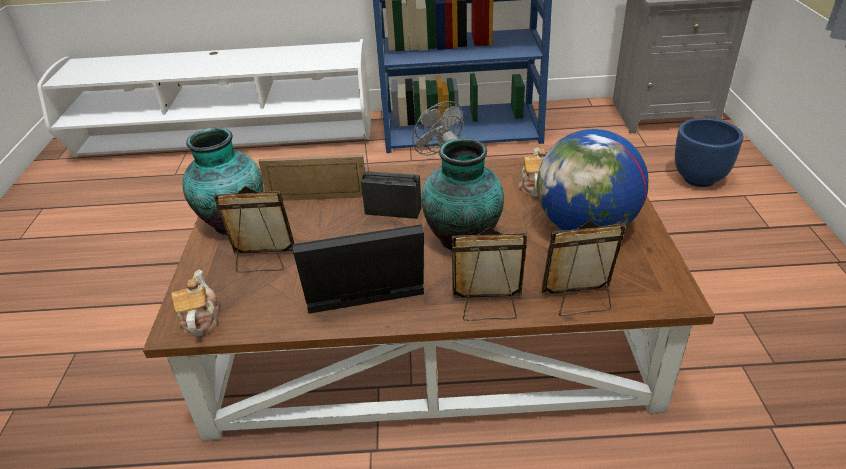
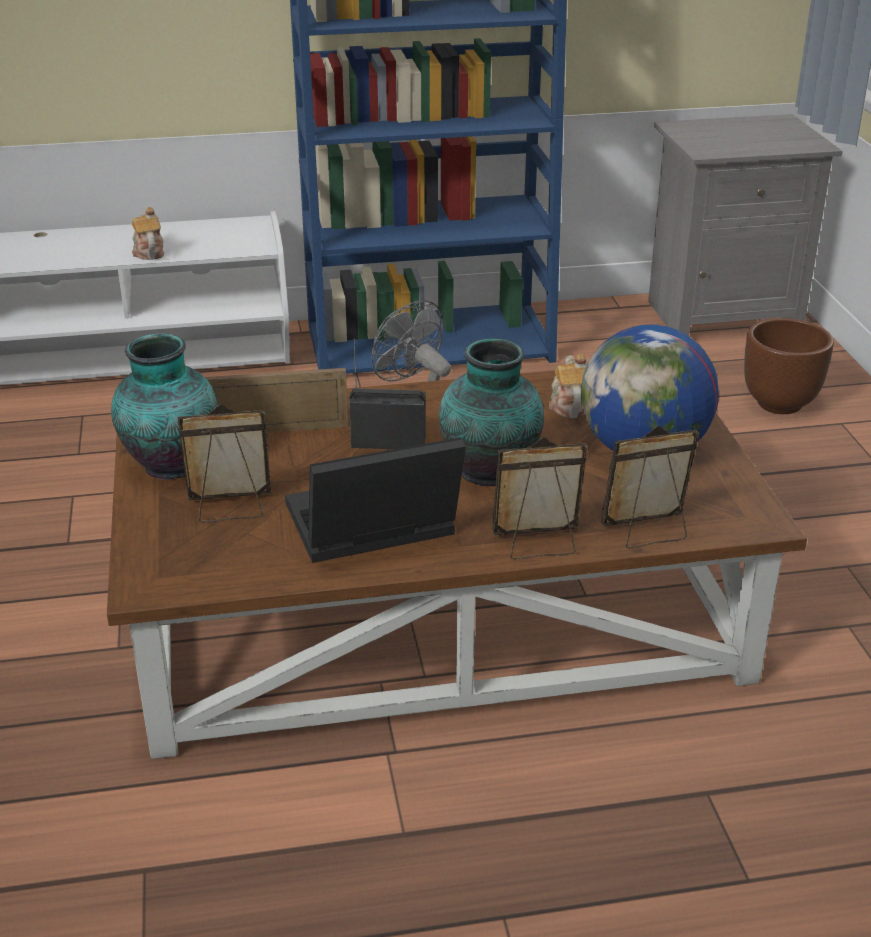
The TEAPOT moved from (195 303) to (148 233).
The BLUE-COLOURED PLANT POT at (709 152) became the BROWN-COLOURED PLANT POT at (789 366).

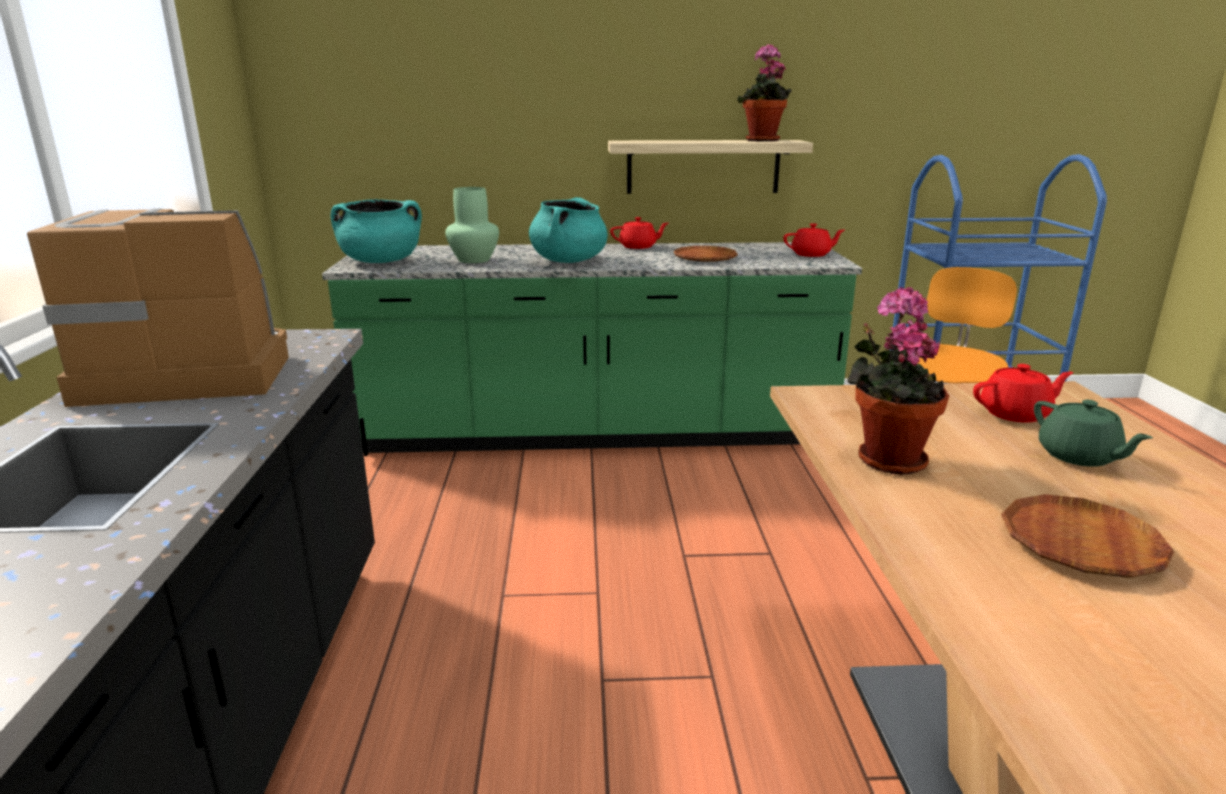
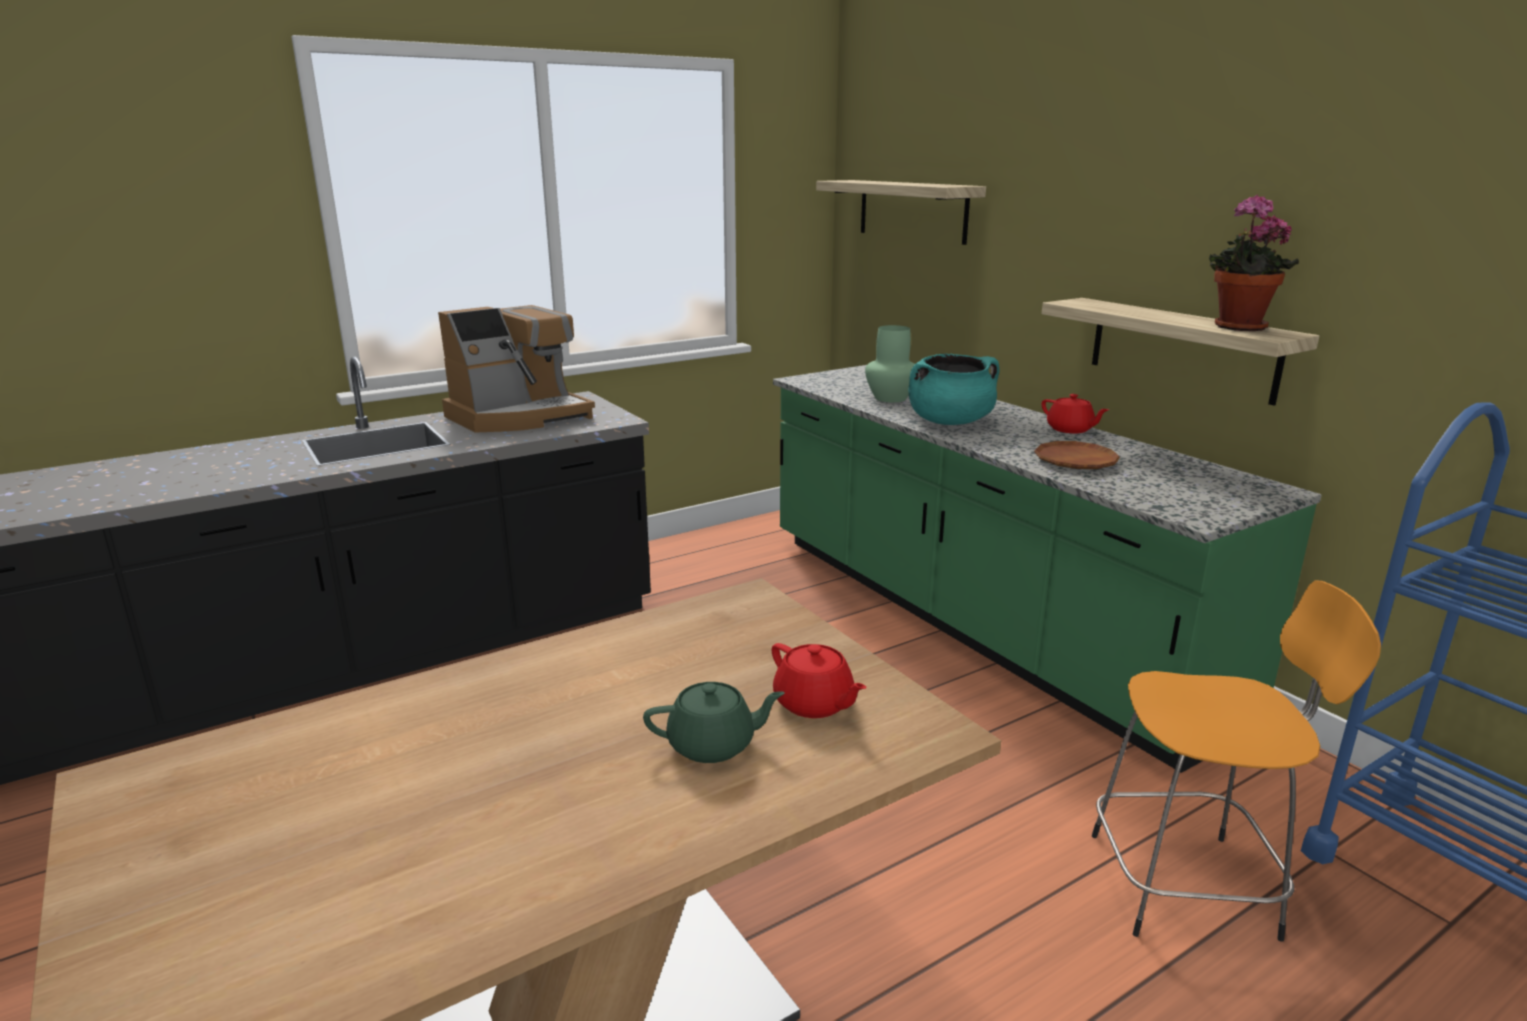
The COFFEE BREWER at (158 307) turned 90 degrees clockwise.
The GREENISH TEAPOT at (1093 433) turned 135 degrees counterclockwise.
The SHELF at (901 212) appeared.
The TURQUOISE SAUCEPOT at (376 231) disappeared.
The REDDISH TEAPOT at (814 240) disappeared.
The HOUSEPLANT at (898 381) disappeared.
The BROWN-COLOURED FLAT DISH at (1087 536) disappeared.

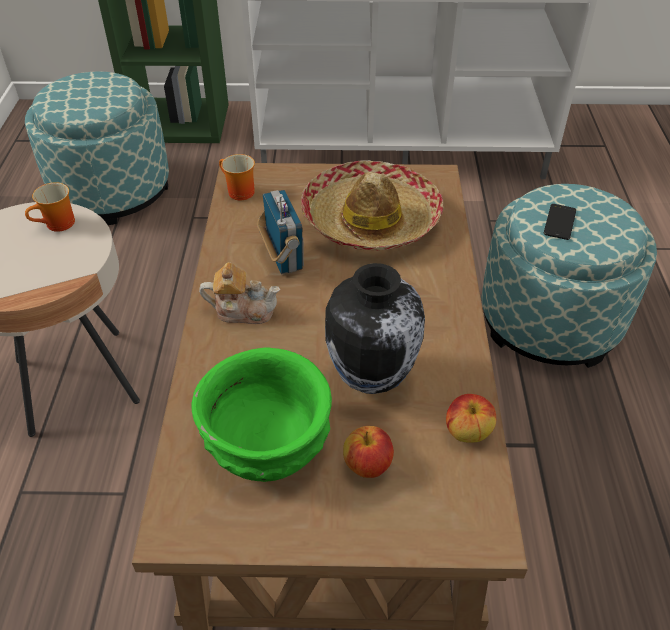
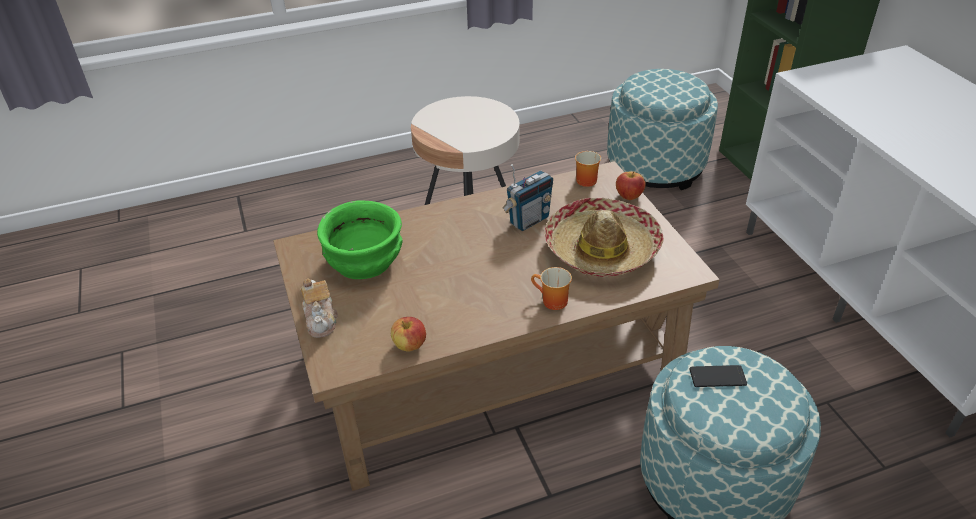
The TEAPOT moved from (239 293) to (319 308).
The MUG moved from (50 207) to (551 288).
The WHOLE APPLE moved from (368 452) to (631 186).
The VASE at (375 328) disappeared.

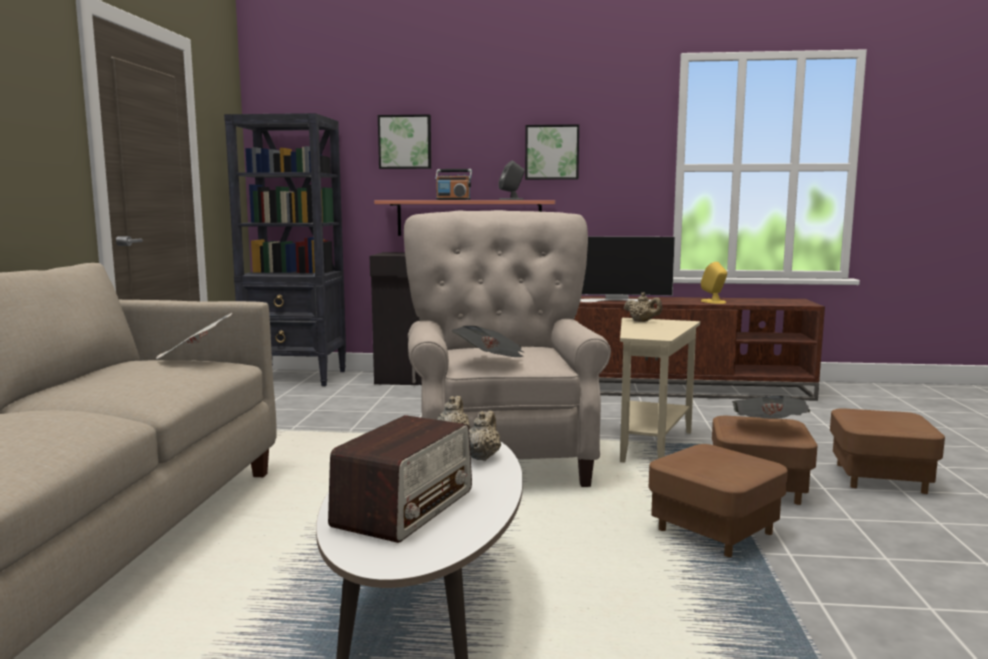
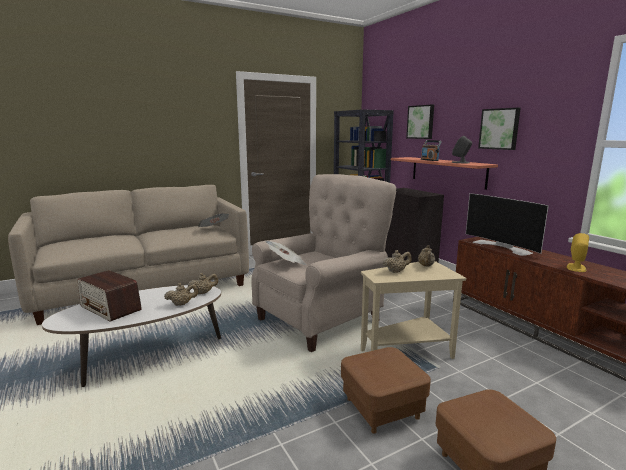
The RADIO RECEIVER at (400 479) turned 45 degrees clockwise.
The BEIGE-COLOURED TEAPOT at (397 261) appeared.
The BROWN-COLOURED POUFFE at (718 500) disappeared.
The DAILY PAPER at (771 407) disappeared.

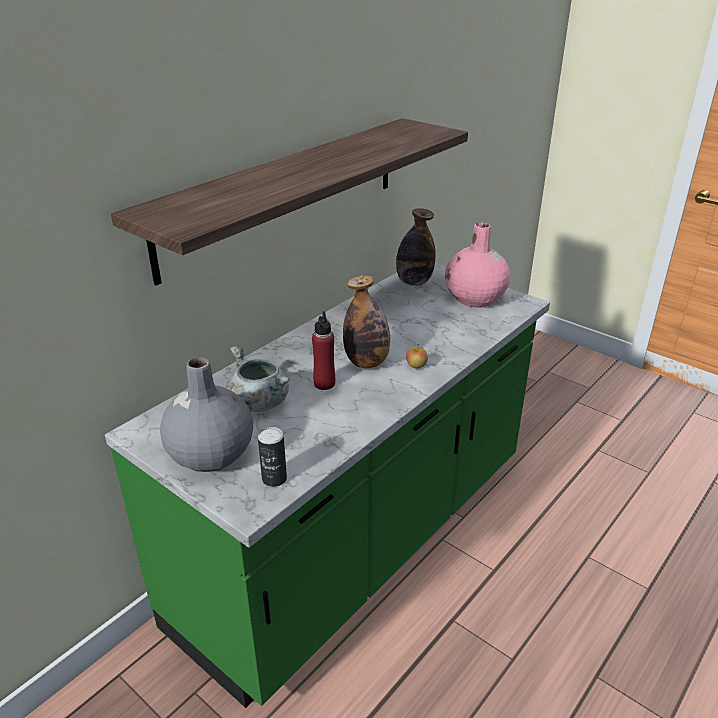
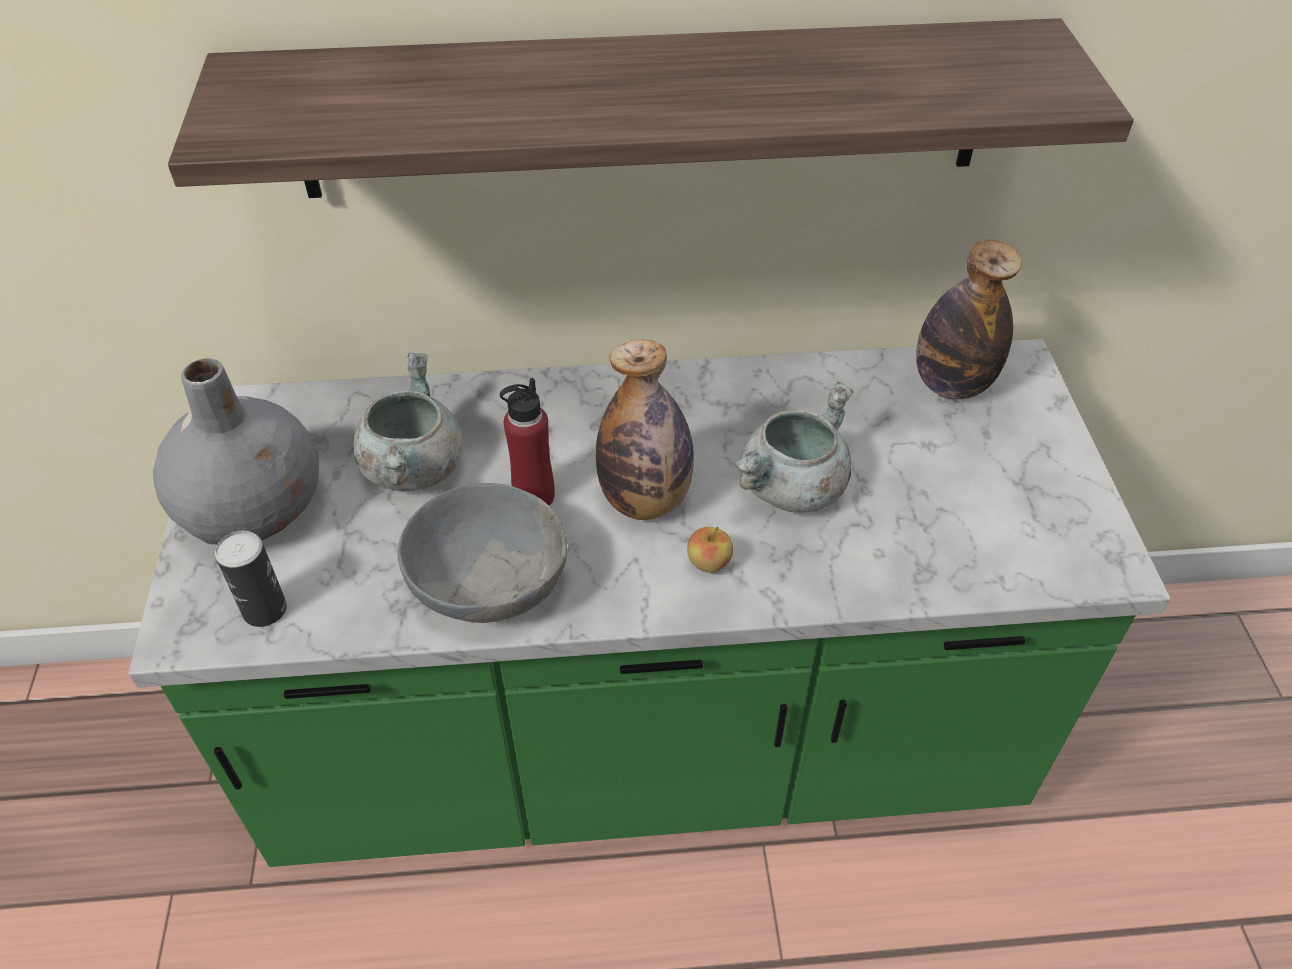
The GRAY BOWL at (482 553) appeared.
The GRAY SAUCEPOT at (794 447) appeared.
The PINK VASE at (477 265) disappeared.

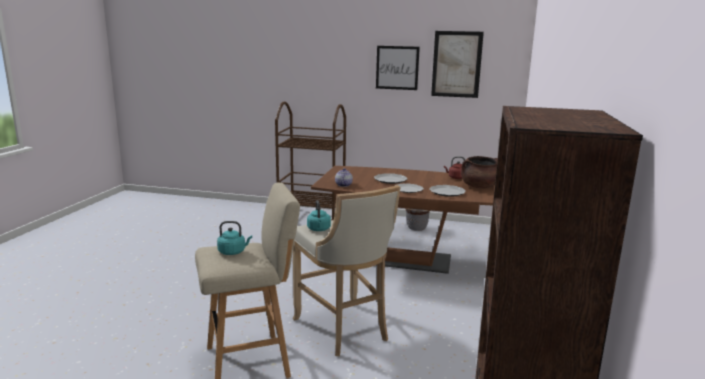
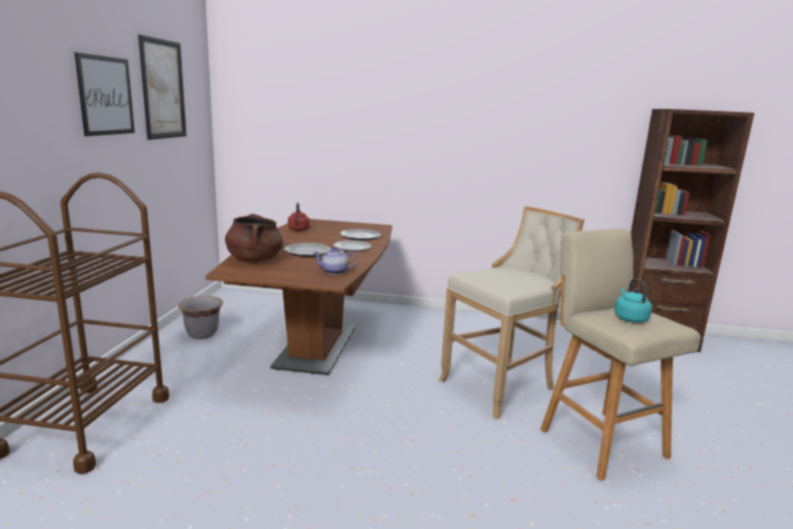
The BROWN-COLOURED SAUCEPOT moved from (479 172) to (254 238).
The TURQUOISE KETTLE at (319 215) disappeared.

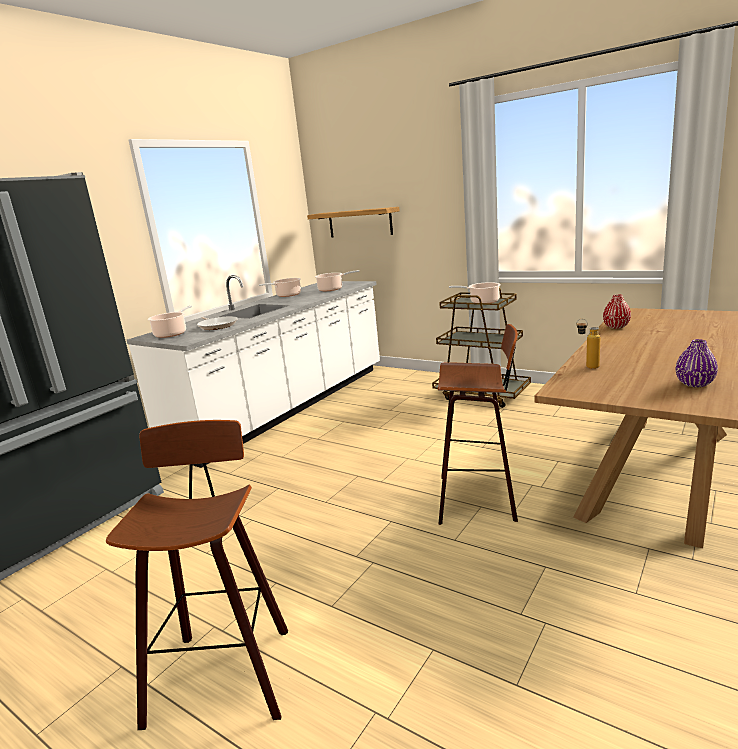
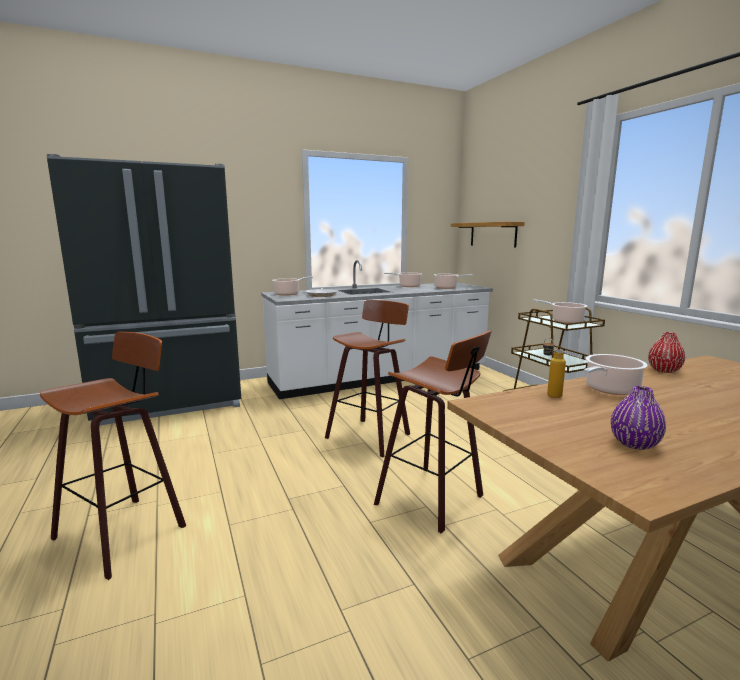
The STOOL at (367 379) appeared.
The SAUCEPOT at (616 374) appeared.

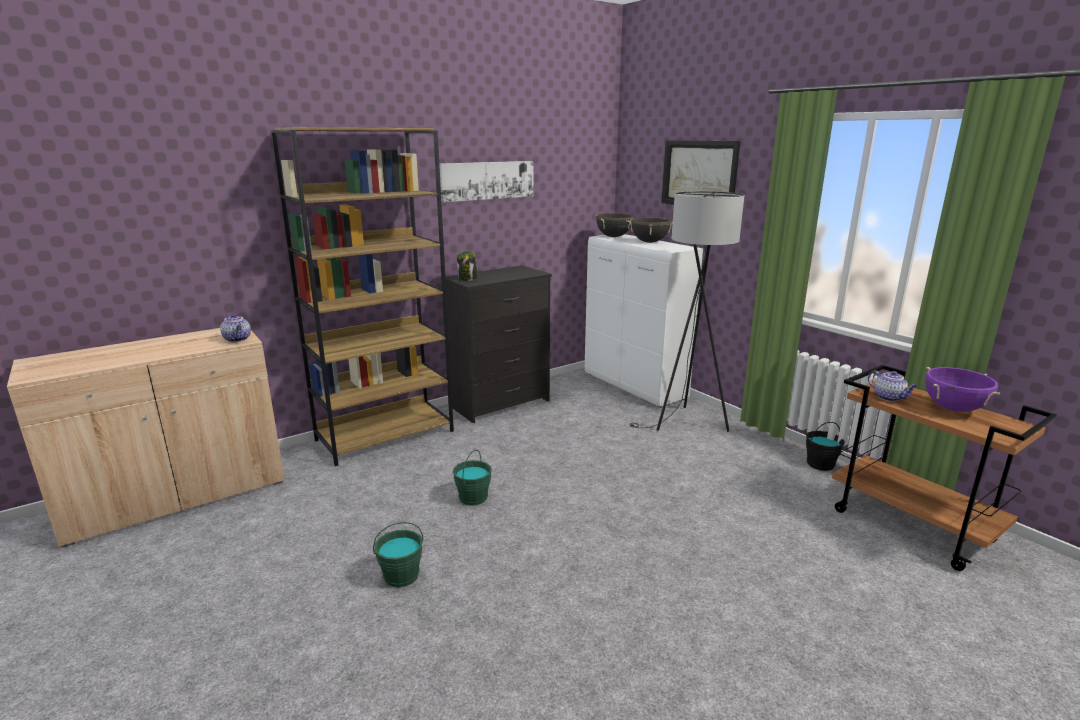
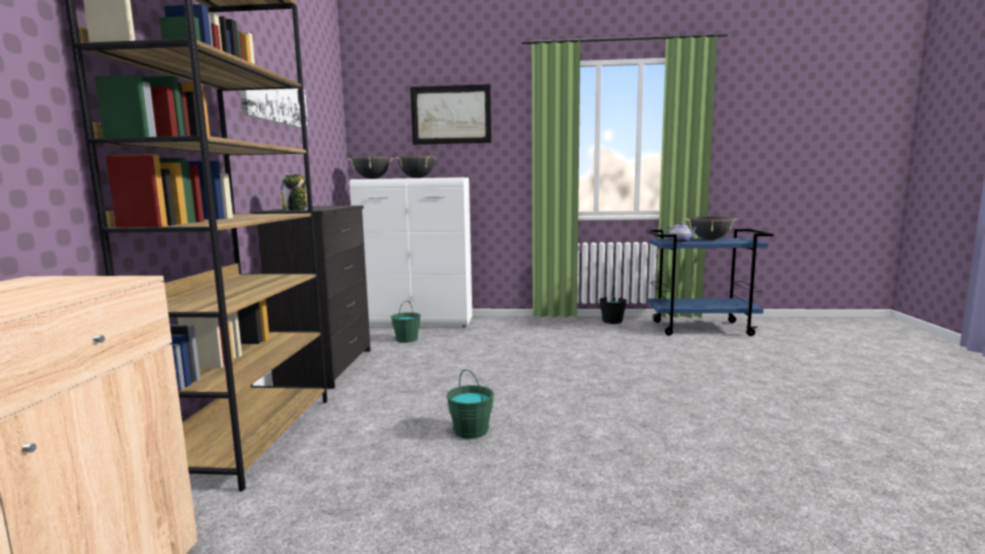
The GREENISH PAIL moved from (398 555) to (406 322).
The BROWN-COLOURED CART at (944 468) became the BLUE-COLOURED CART at (710 282).
The PURPLE-COLOURED SAUCEPOT at (962 389) became the BLACK-COLOURED SAUCEPOT at (711 228).
The TEAPOT at (235 328) disappeared.
The GRAY FLOOR LAMP at (687 311) disappeared.

